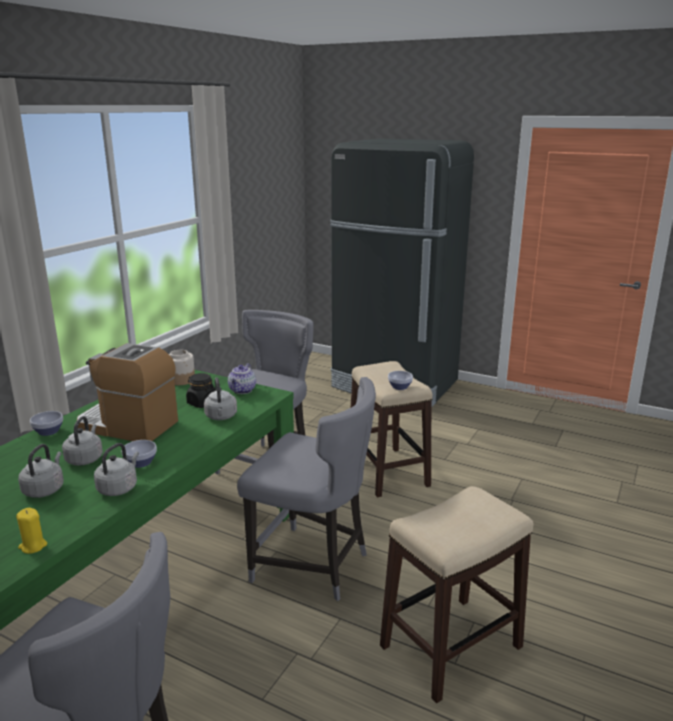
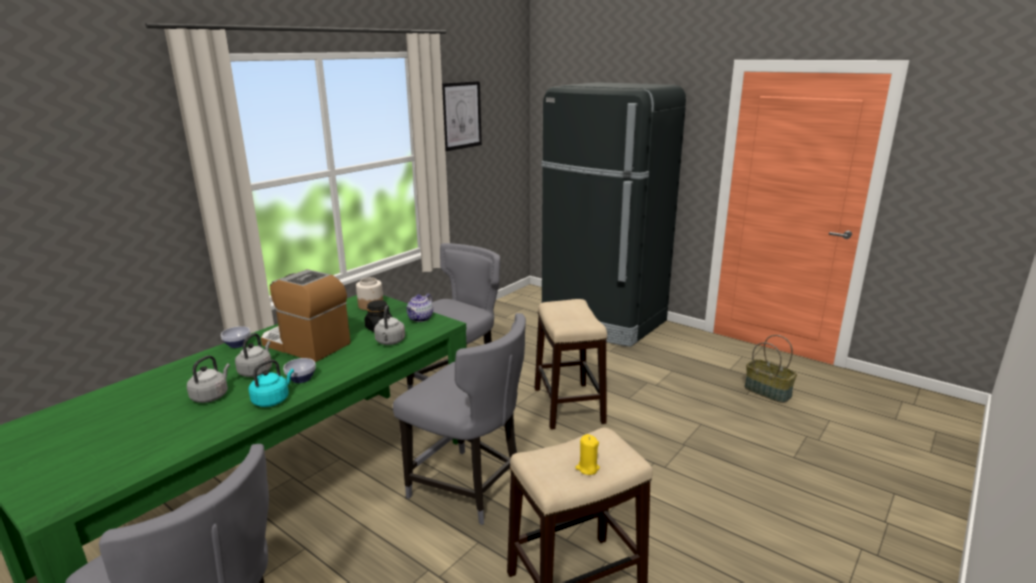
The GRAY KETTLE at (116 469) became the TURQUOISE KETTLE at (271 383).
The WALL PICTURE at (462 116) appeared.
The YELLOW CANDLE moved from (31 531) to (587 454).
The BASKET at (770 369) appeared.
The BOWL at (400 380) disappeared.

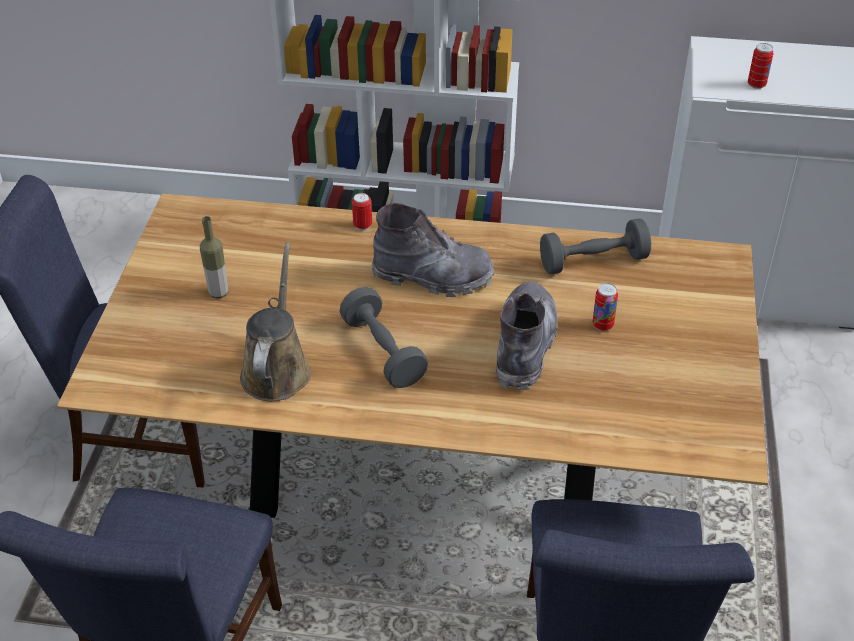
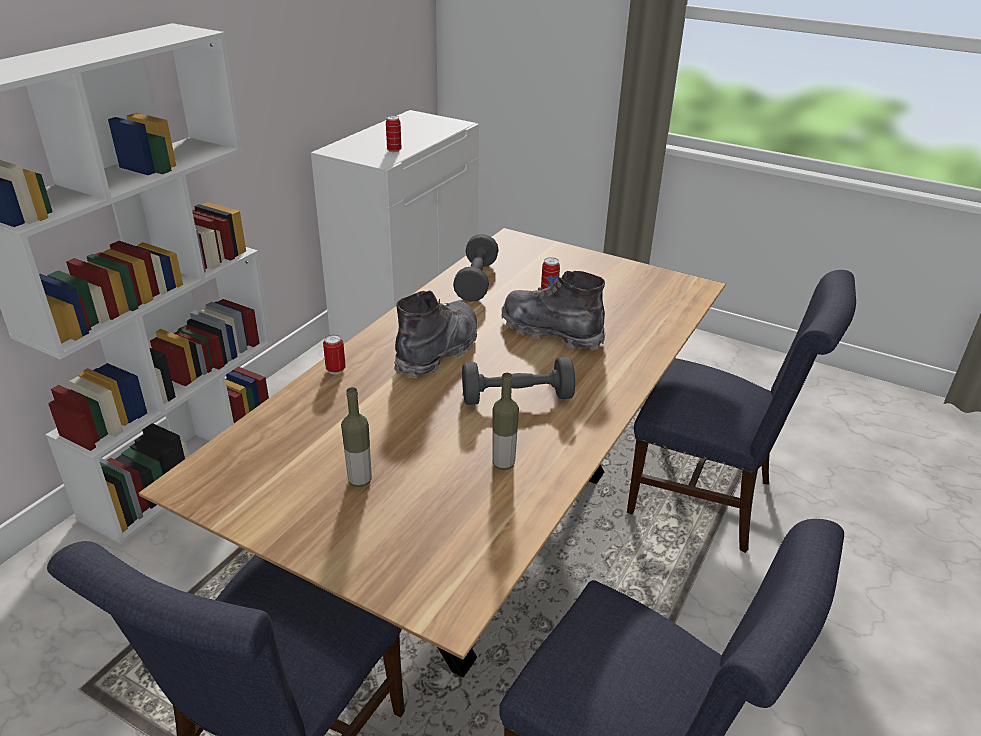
The BROWN-COLOURED WATERING CAN at (275 322) was replaced by the DRINK BOTTLE at (505 421).

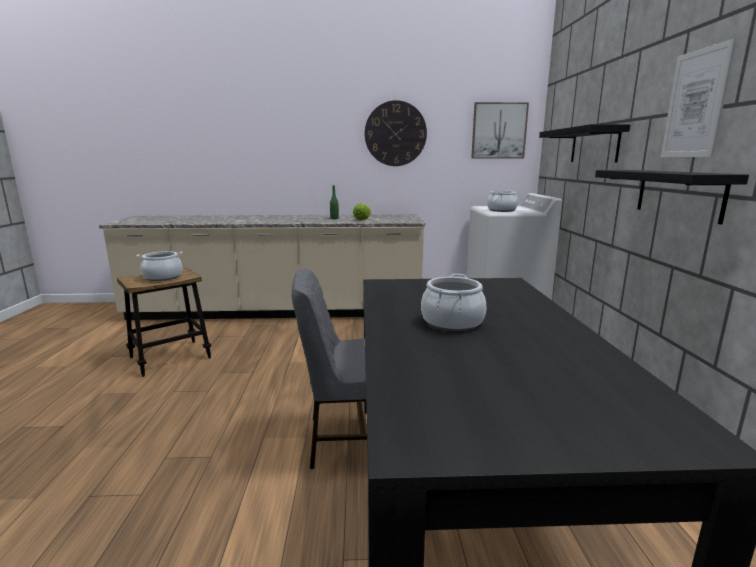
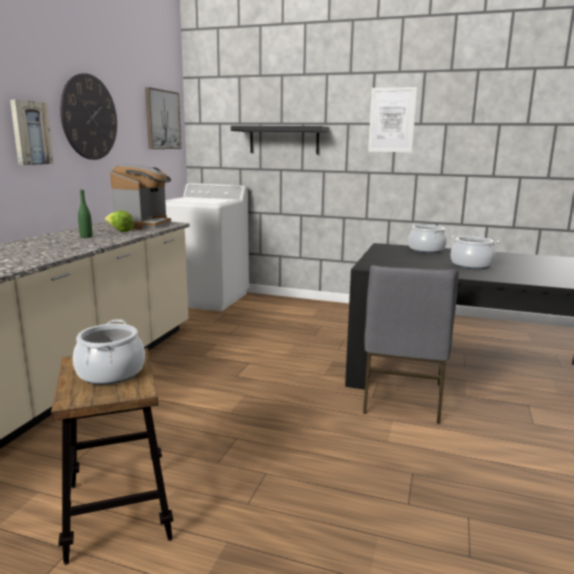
The WALL PICTURE at (31 132) appeared.
The COFFEE BREWER at (140 197) appeared.
The SAUCEPOT moved from (502 201) to (427 238).
The BLACK-COLOURED SHELF at (672 197) disappeared.

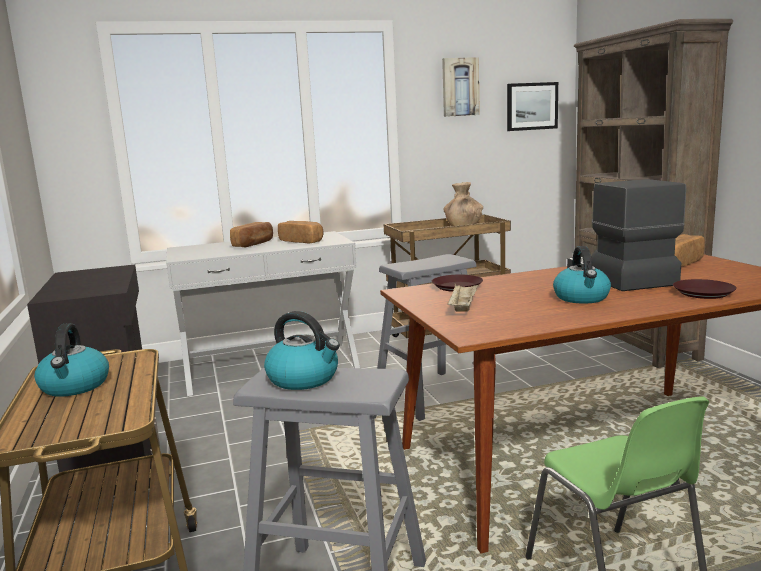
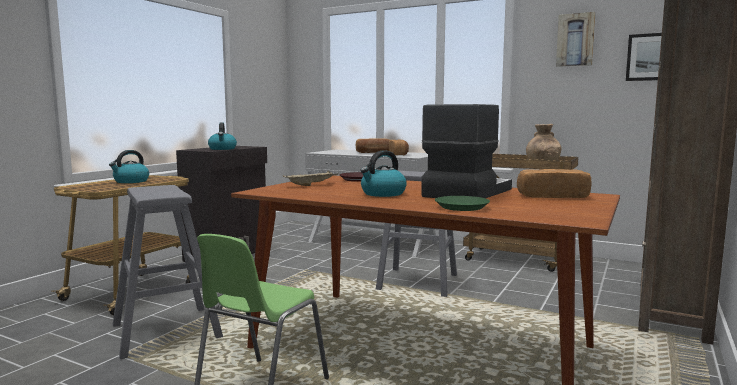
The KETTLE moved from (302 350) to (222 136).
The BROWN-COLOURED FLAT DISH at (705 289) became the GREENISH FLAT DISH at (462 203).

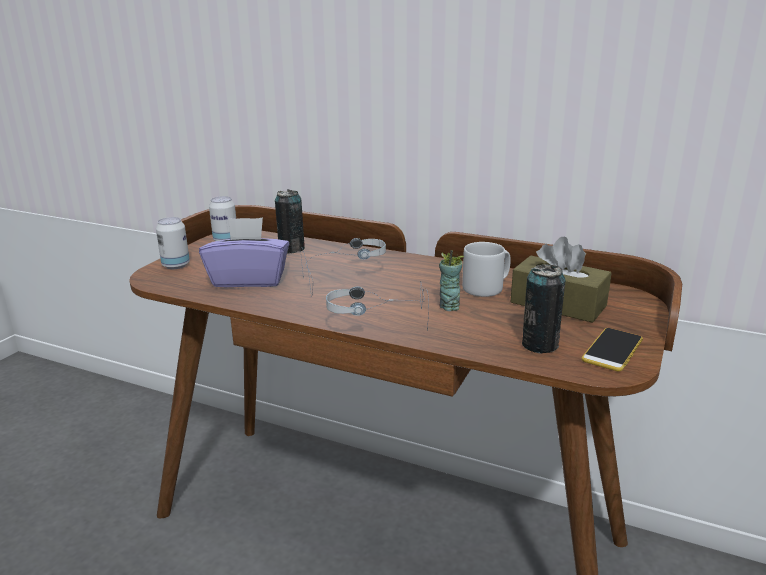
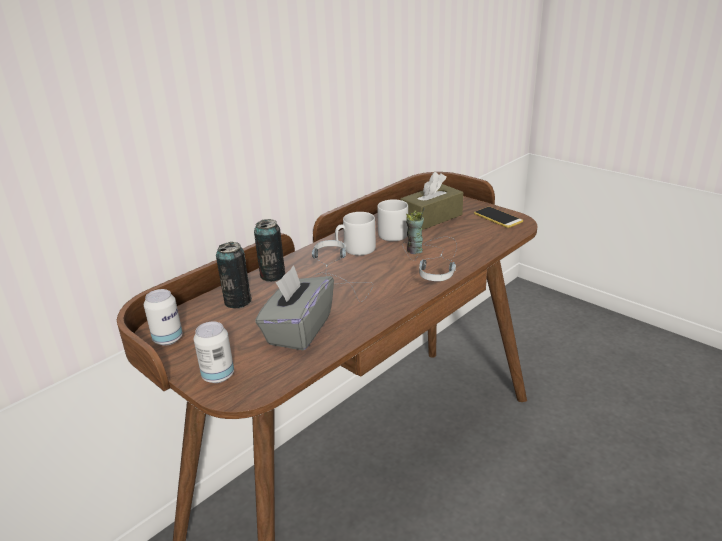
The METAL CAN moved from (544 309) to (269 250).
The PURPLE-COLOURED TISSUE BOX at (244 252) became the GRAY TISSUE BOX at (294 308).
The GRAY MUG at (355 234) appeared.

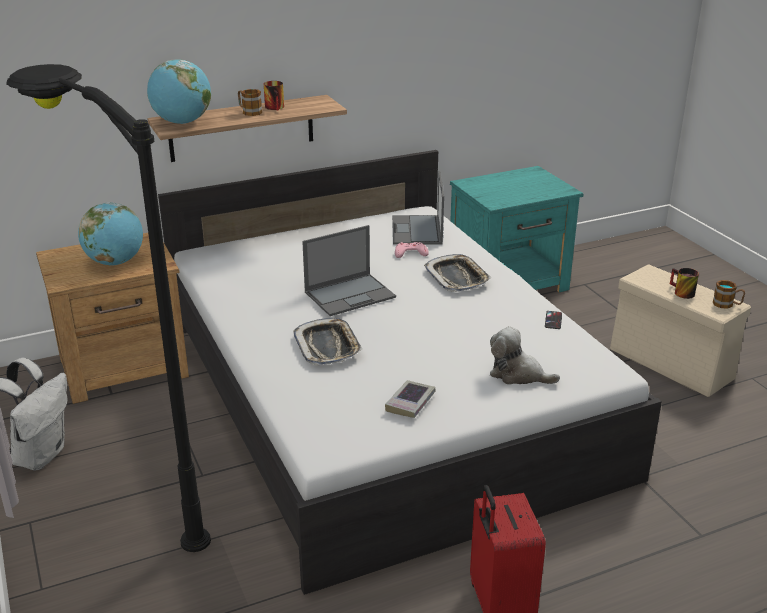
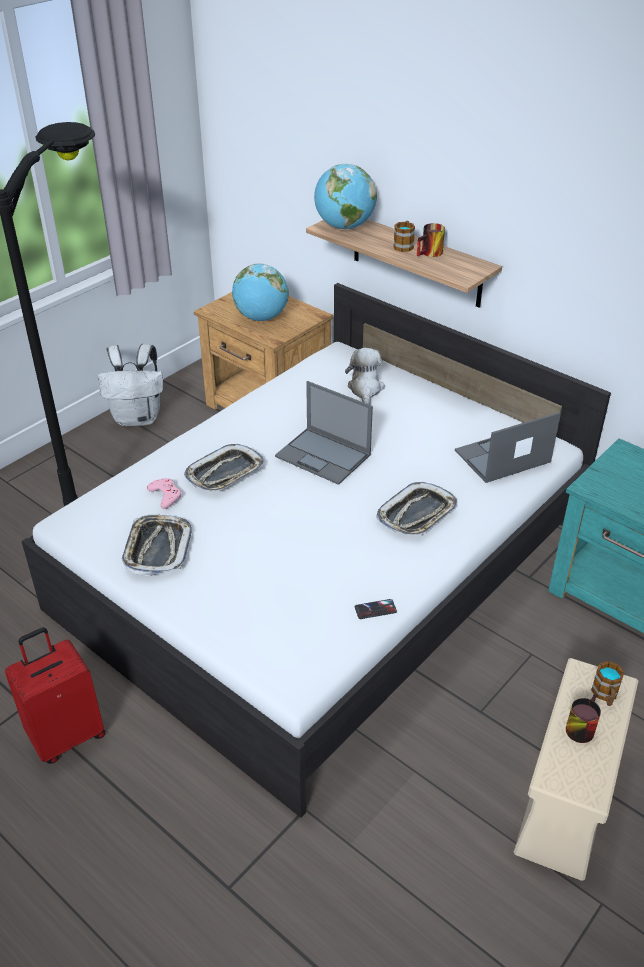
The VOLUME at (410 399) was replaced by the SERVING TRAY at (157 545).
The PINK GAMEPAD moved from (412 250) to (164 493).
The PLUSH TOY moved from (525 355) to (365 376).
The MUG moved from (729 294) to (608 683).

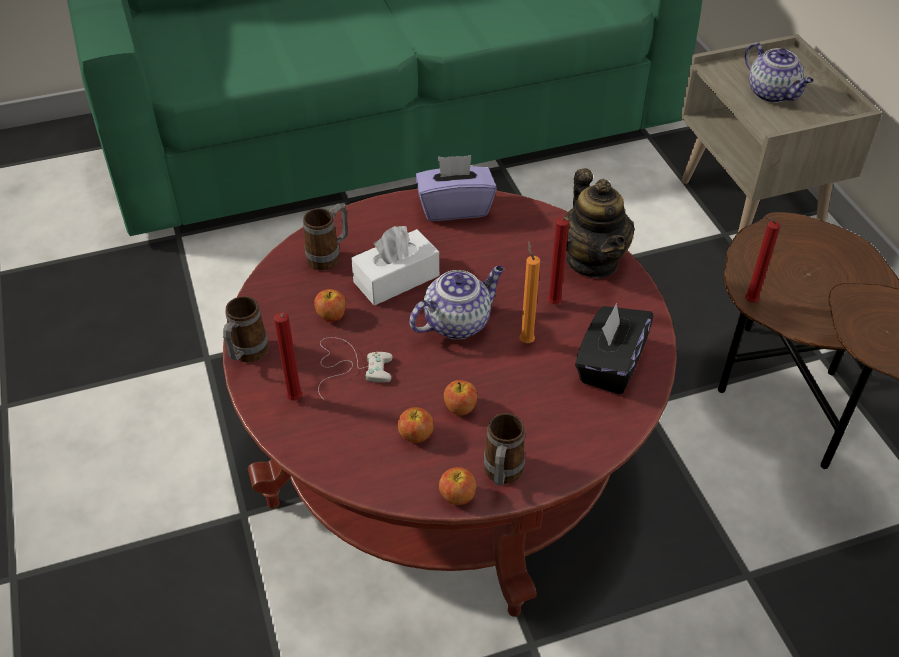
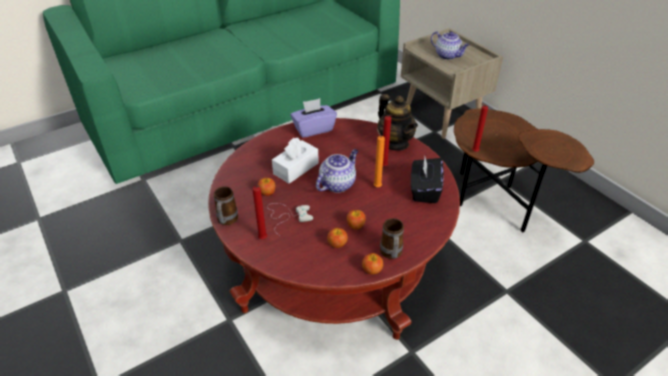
The MUG at (325 237) disappeared.

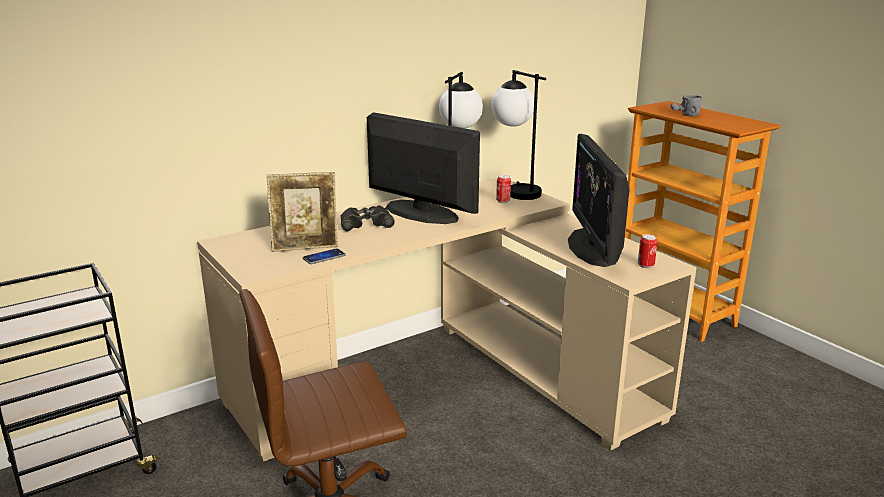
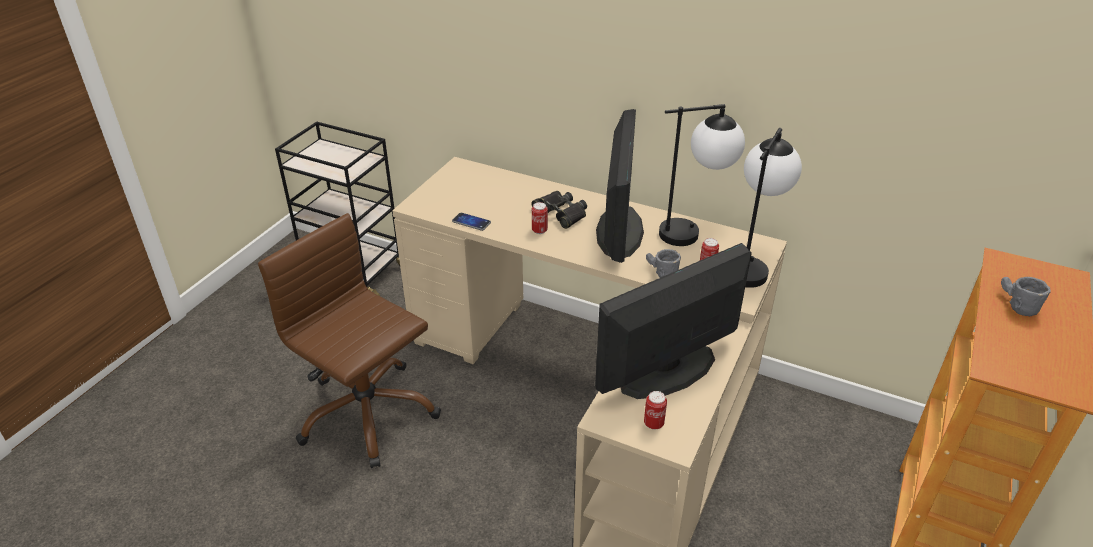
The METAL CAN at (540 218) appeared.
The GRAY MUG at (663 263) appeared.
The STANDING FRAME at (302 212) disappeared.

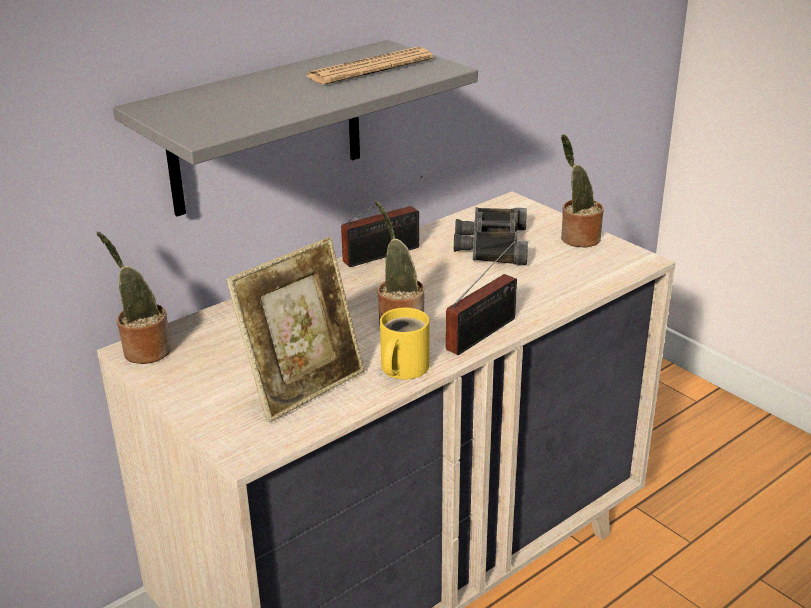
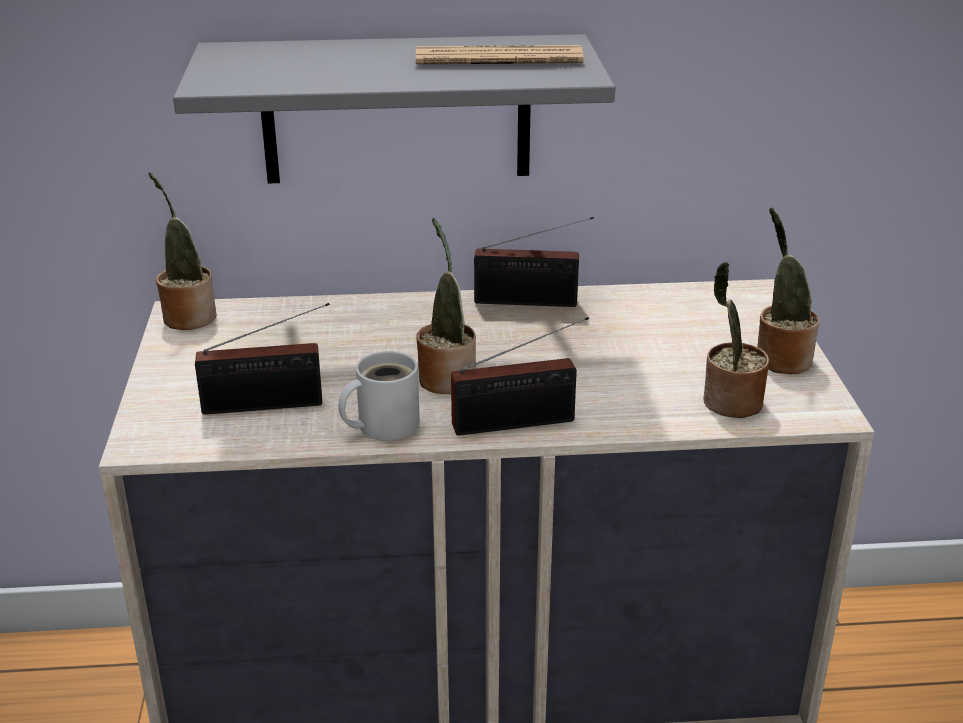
The STANDING FRAME at (295 330) was replaced by the RADIO RECEIVER at (262 358).
The YELLOW MUG at (404 343) became the WHITISH MUG at (379 396).
The HOUSEPLANT at (736 340) appeared.
The BLACK-COLOURED BINOCULARS at (491 236) disappeared.

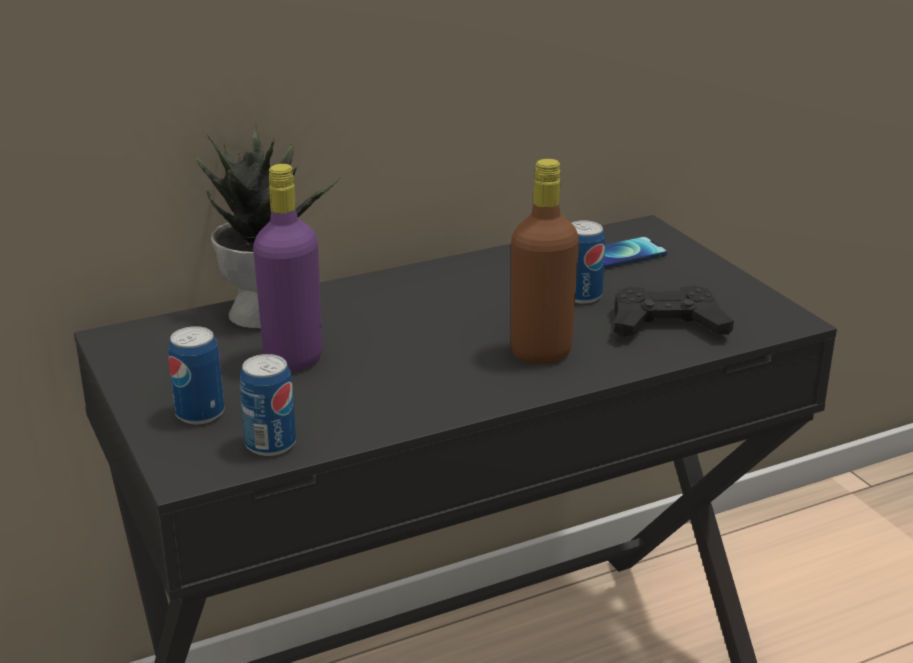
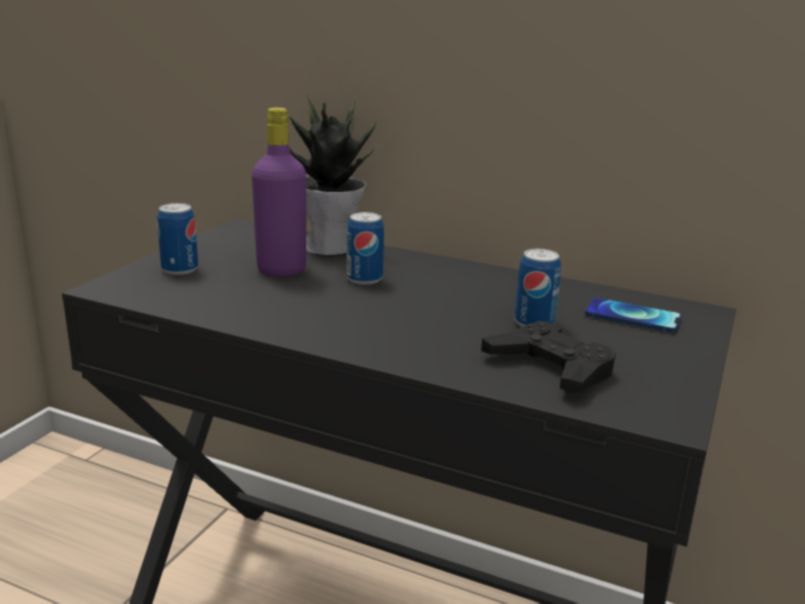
The METAL CAN moved from (268 405) to (365 248).
The BROWN-COLOURED DRINK BOTTLE at (545 261) disappeared.

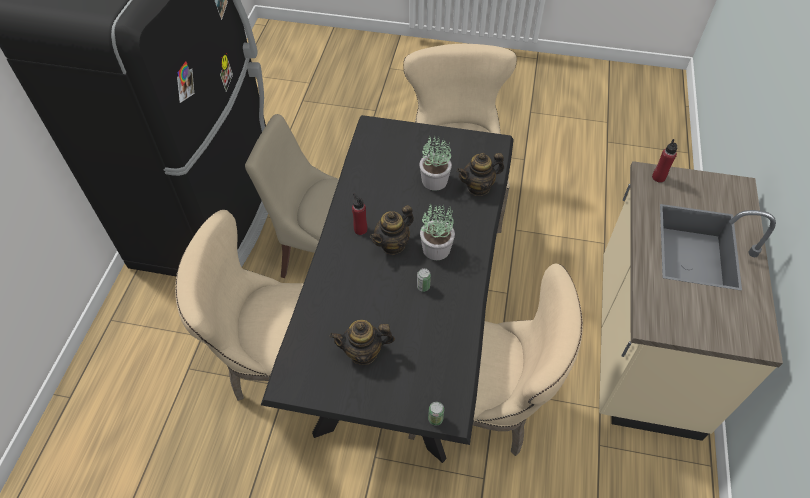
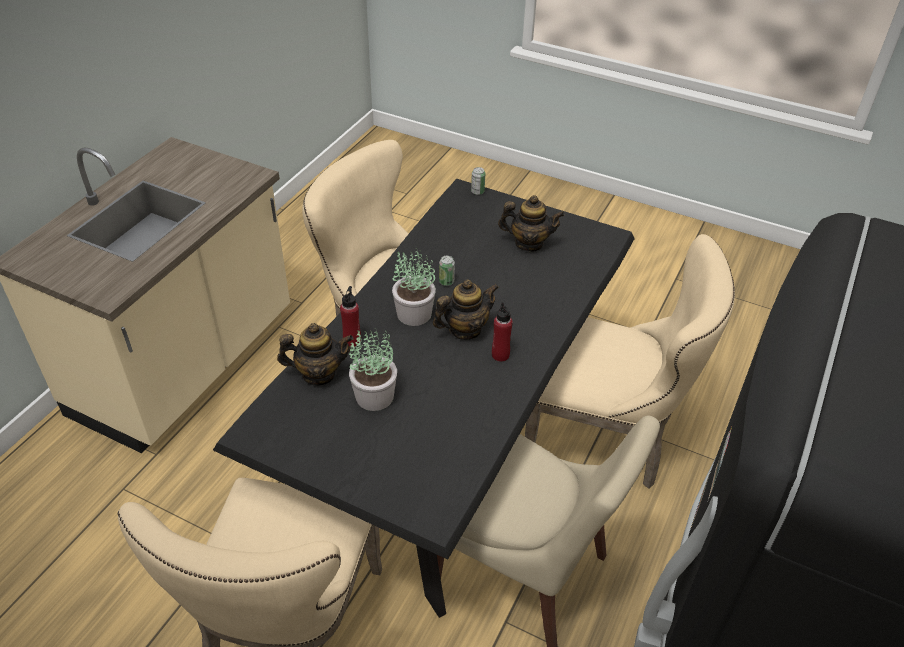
The REDDISH DRINK BOTTLE moved from (664 161) to (350 316).

